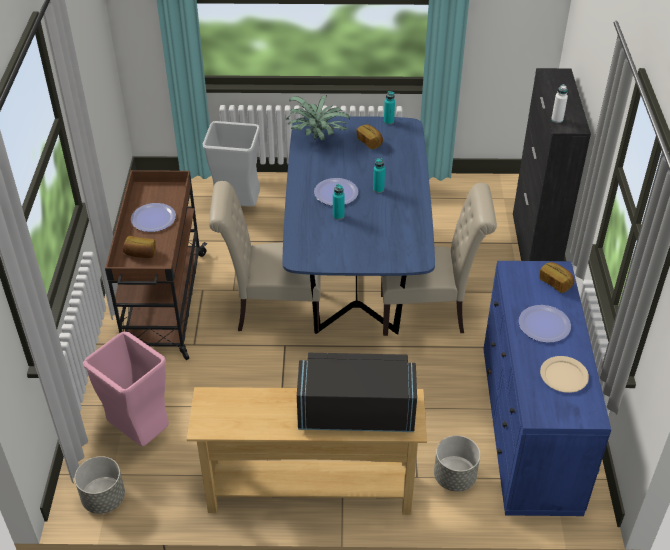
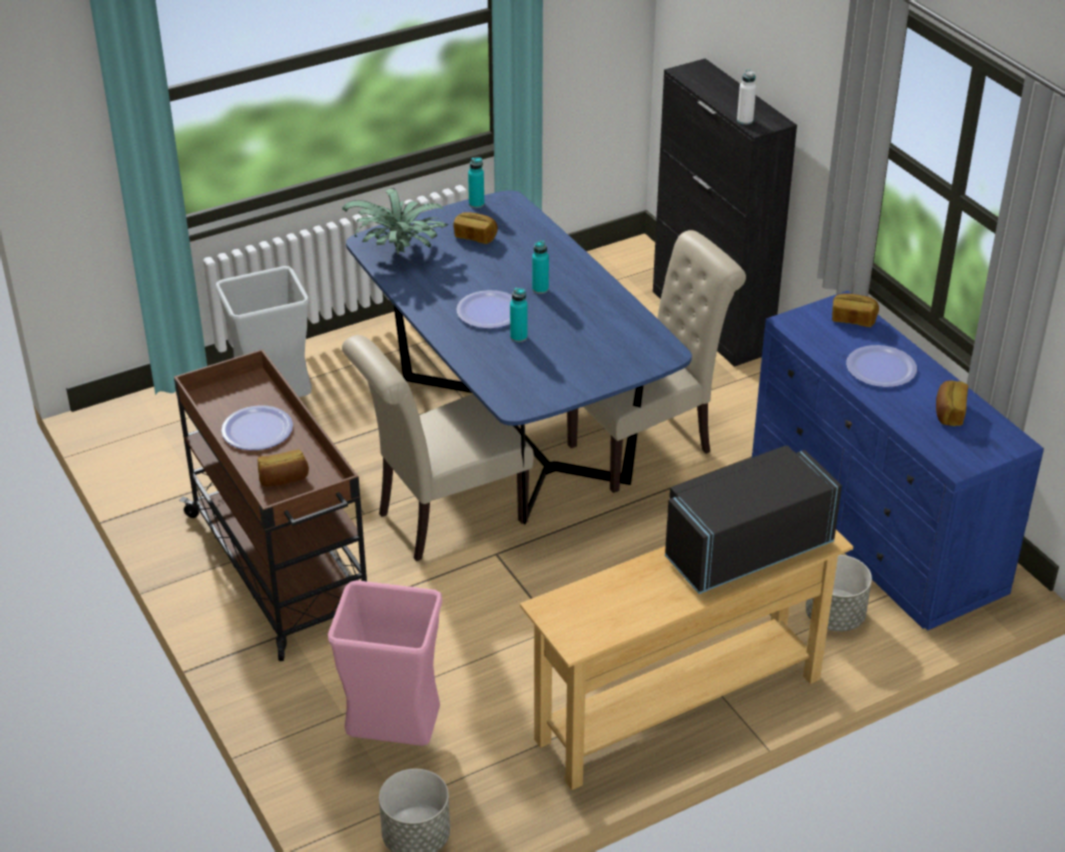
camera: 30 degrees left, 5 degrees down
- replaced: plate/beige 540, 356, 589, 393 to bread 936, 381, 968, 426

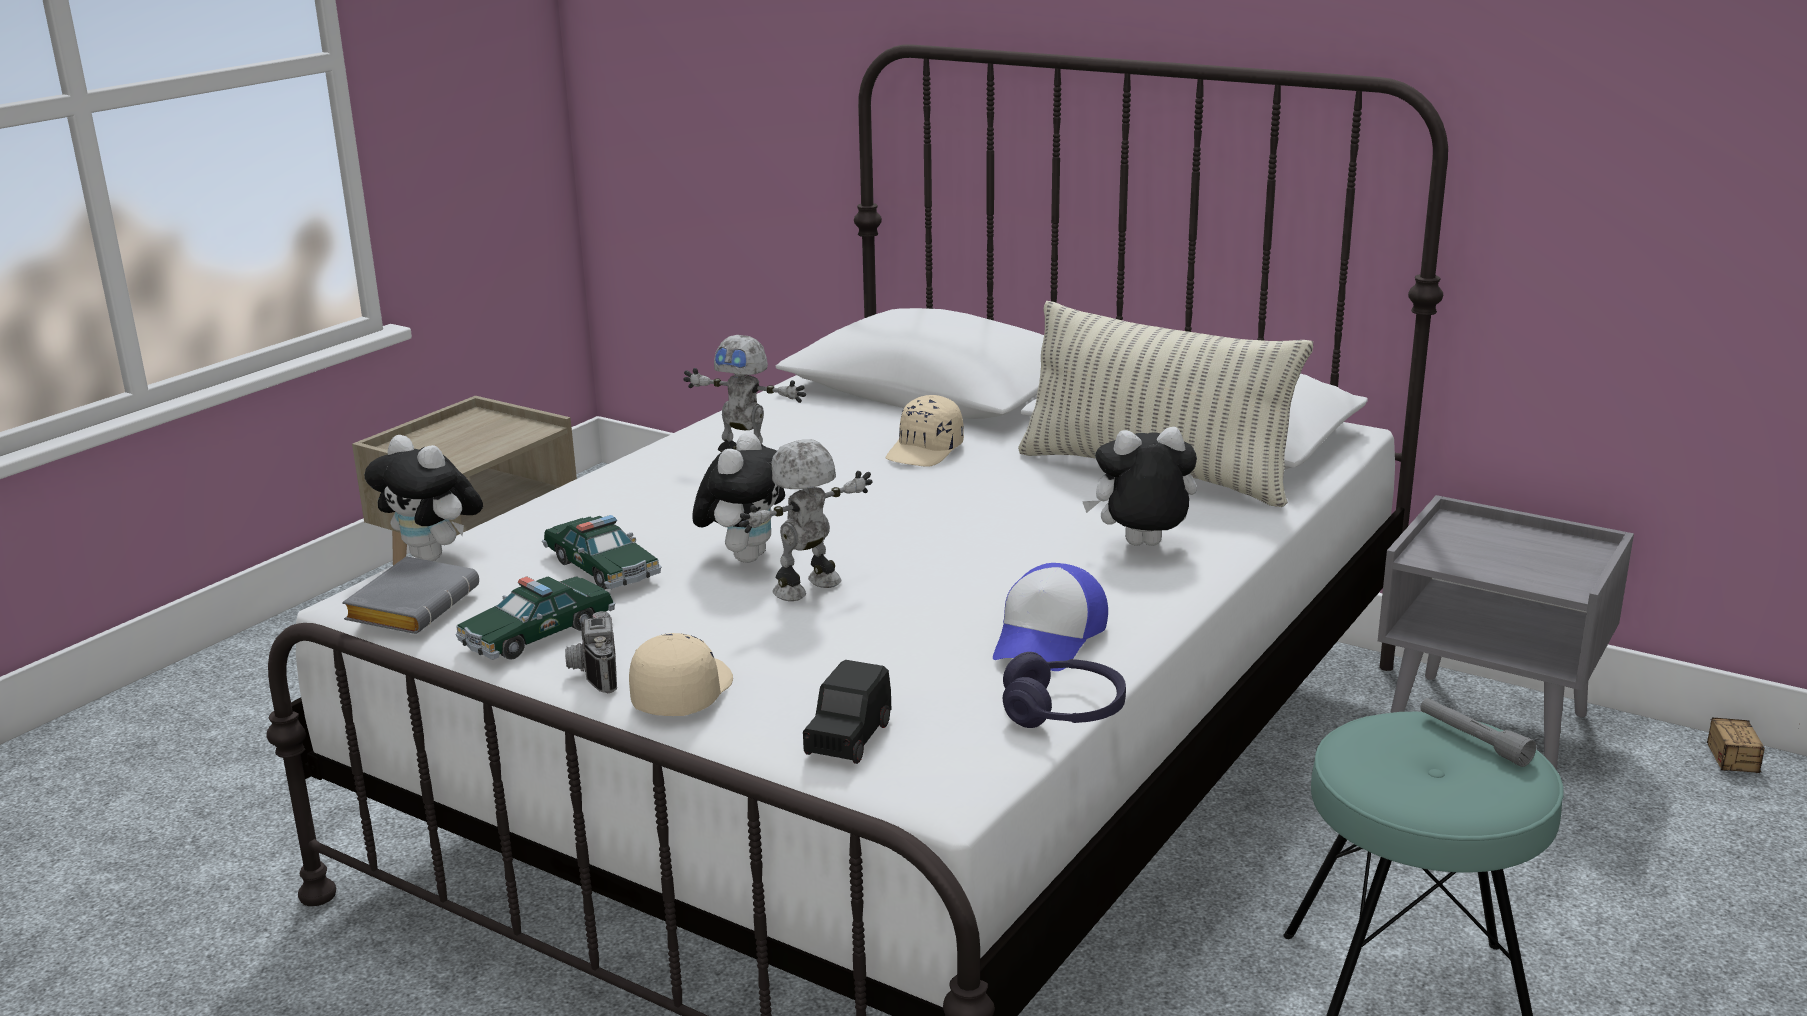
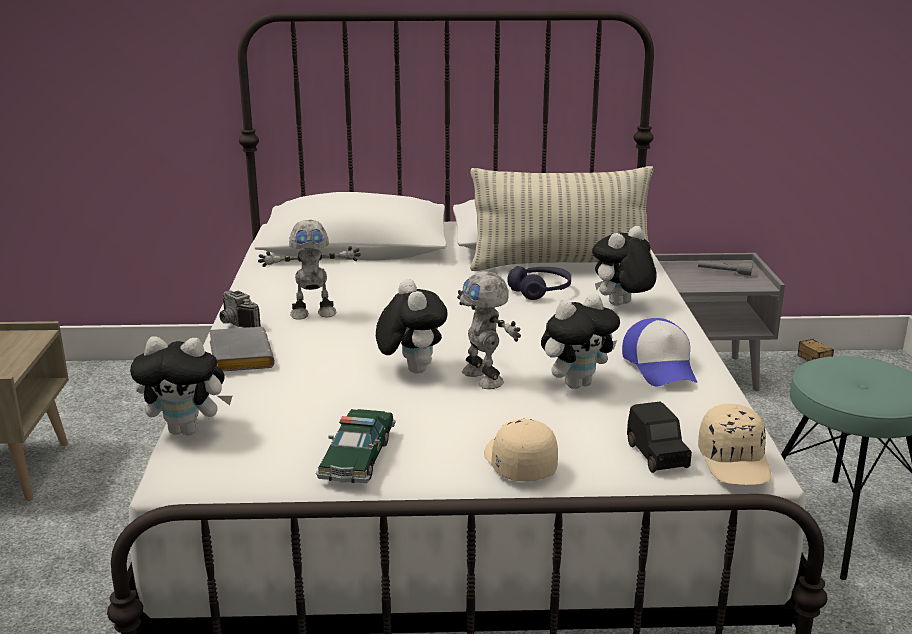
camera: 35 degrees left, 0 degrees up
- moved: book/grey 342, 556, 479, 634 to 209, 327, 275, 372
- moved: photo camera 565, 611, 617, 694 to 219, 291, 261, 328
- turned: toy robot 739, 439, 872, 601 = 457, 271, 521, 389 45 degrees counterclockwise
- moved: headphones/purple 1003, 652, 1126, 728 to 507, 266, 571, 300
- added: plush toy 541, 294, 620, 389
- moved: flashlight/grey 1420, 698, 1536, 767 to 698, 261, 753, 276
- moved: cap/beige 885, 395, 964, 467 to 698, 404, 772, 485
- removed: toy car 542, 515, 662, 590

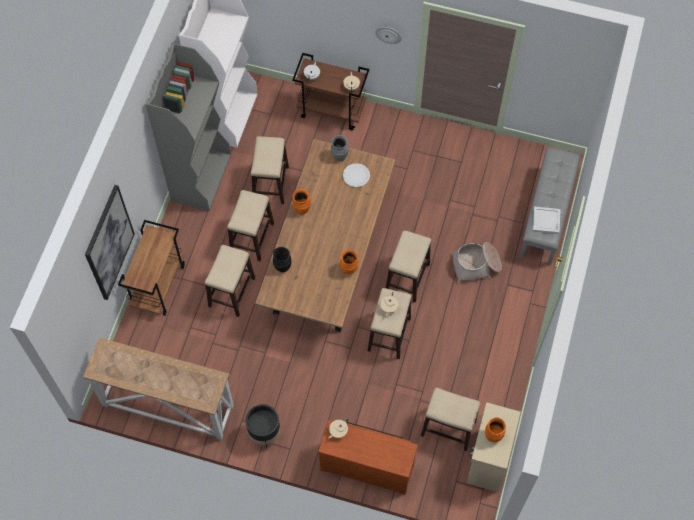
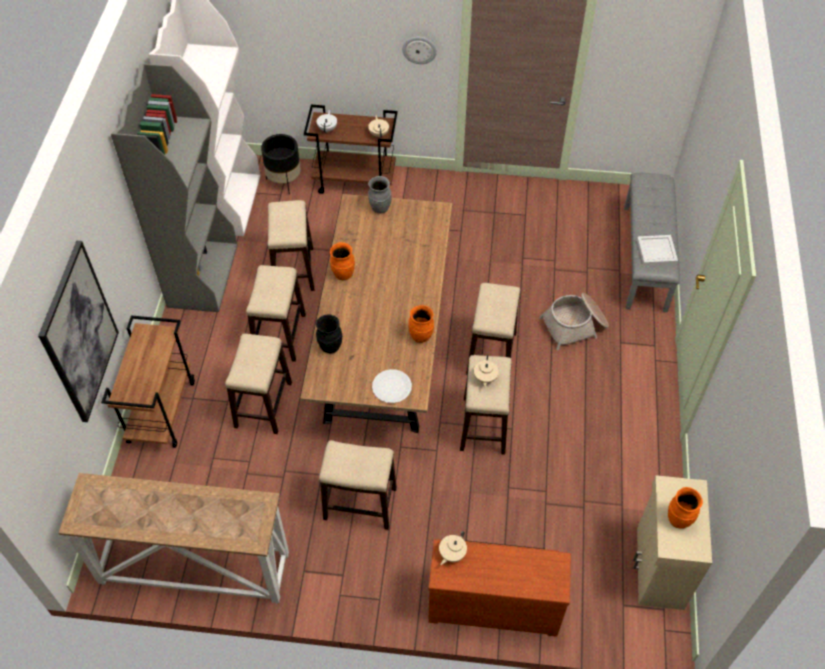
camera: 10 degrees left, 10 degrees down
- moved: planter/black 246, 404, 280, 448 to 261, 134, 301, 194
- moved: stool 421, 387, 481, 451 to 319, 440, 397, 530
- moved: plate/white 343, 163, 370, 187 to 372, 369, 412, 403

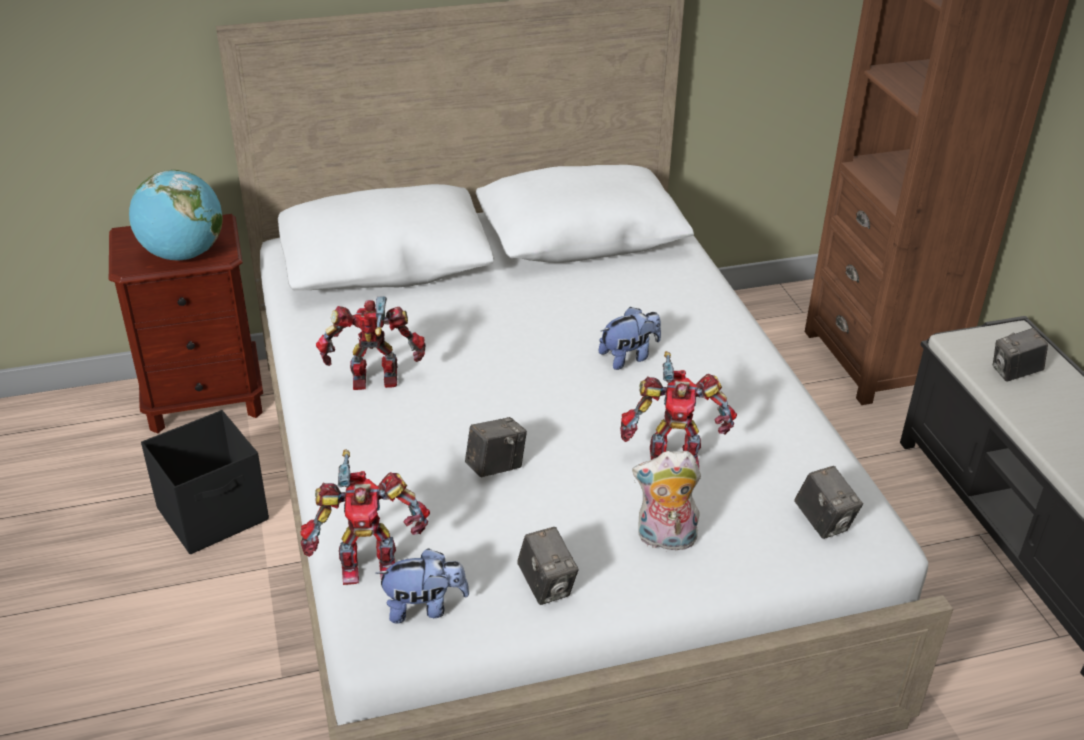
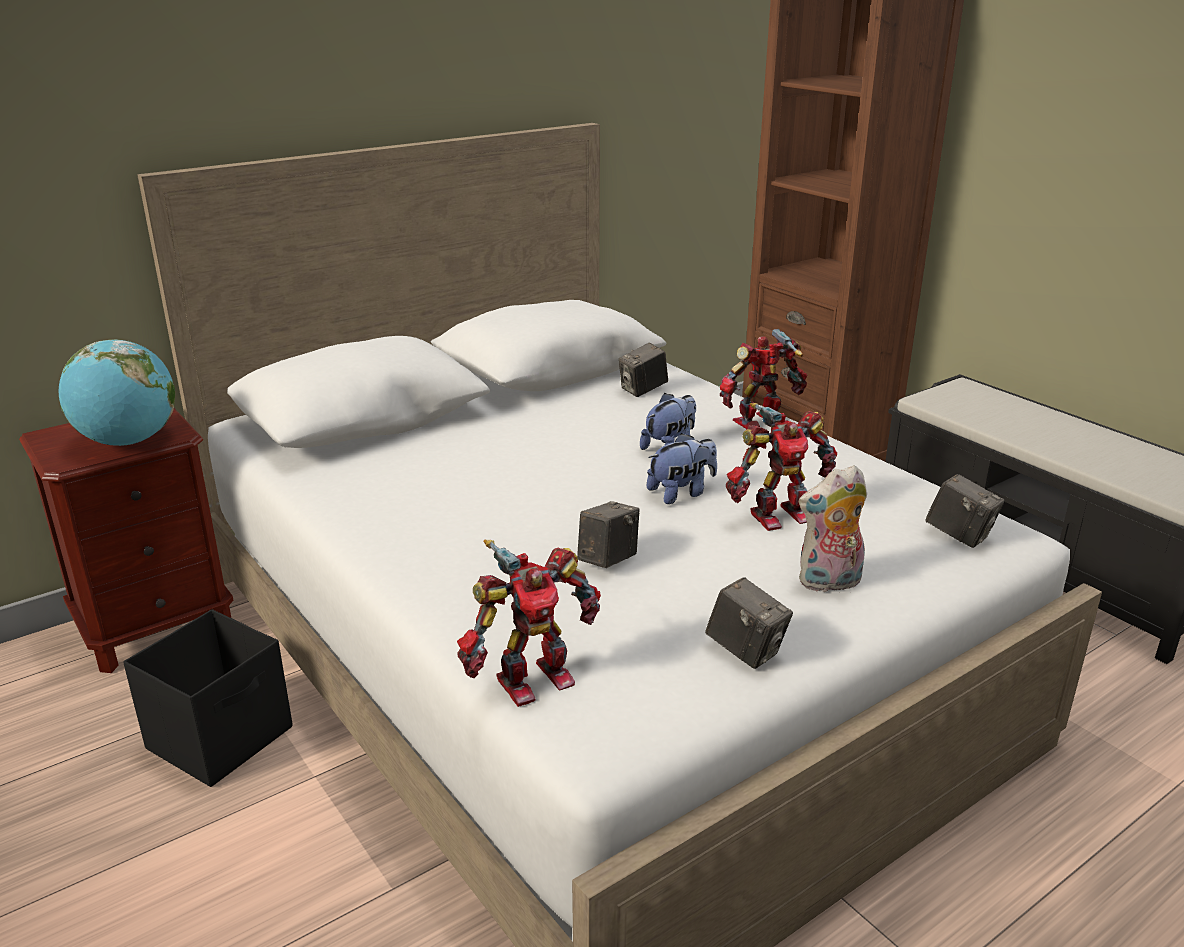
camera: 20 degrees left, 10 degrees down
- moved: photo camera 993, 328, 1048, 382 to 618, 343, 668, 397
- moved: plush toy 375, 548, 469, 624 to 647, 433, 717, 504
- moved: toy robot 316, 296, 426, 390 to 720, 329, 808, 429

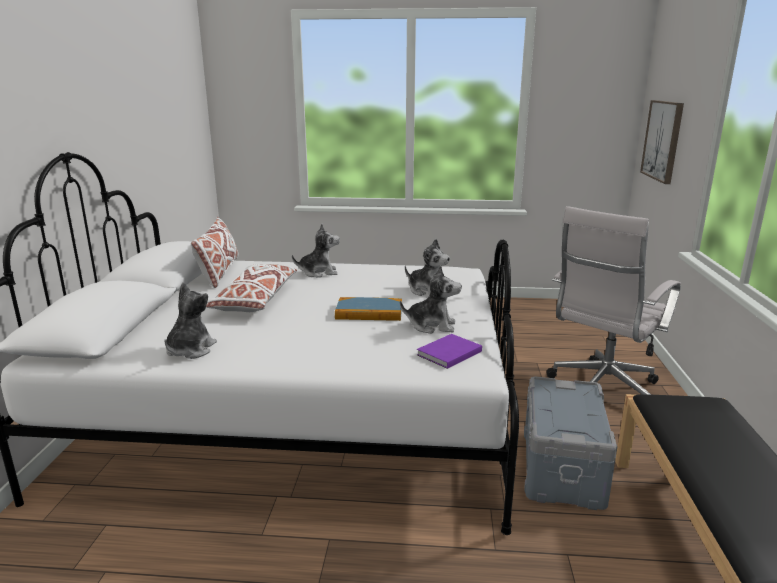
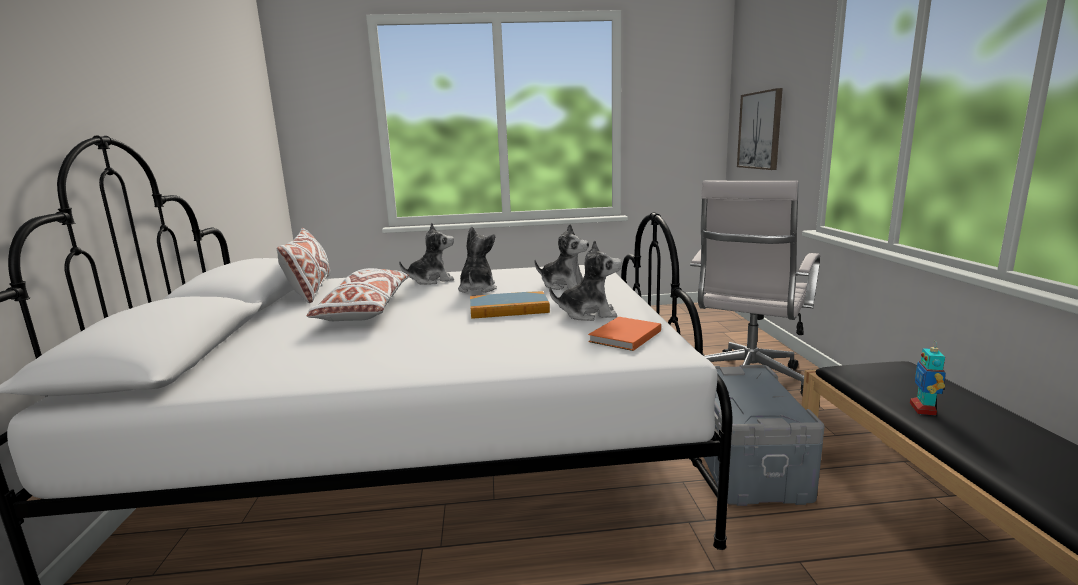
camera: 10 degrees left, 5 degrees down
- moved: plush toy 165, 282, 217, 359 to 458, 227, 497, 293
- recoloured: book/purple 417, 334, 482, 369 to book/orange 588, 317, 661, 351
- added: toy robot 910, 340, 946, 416

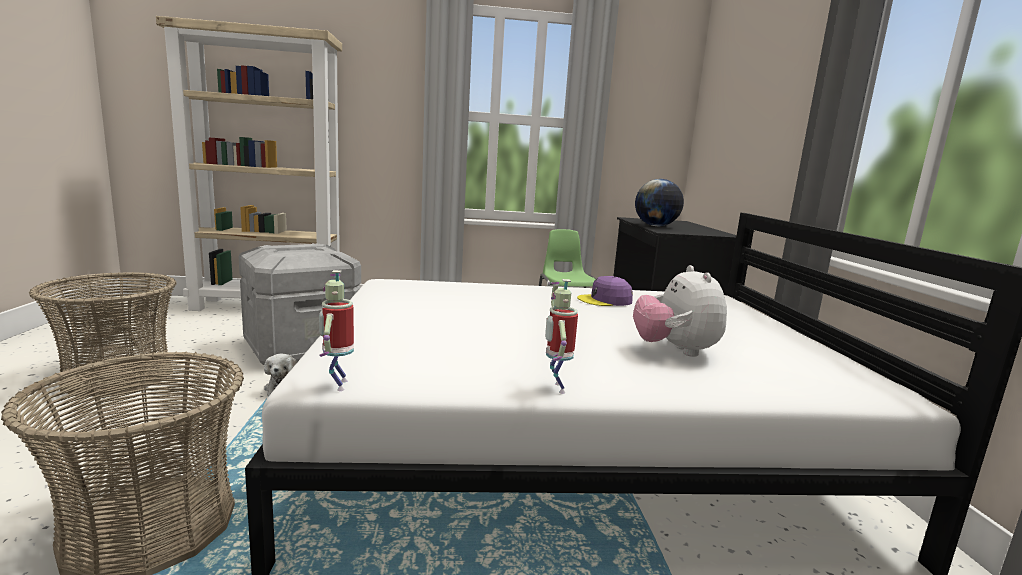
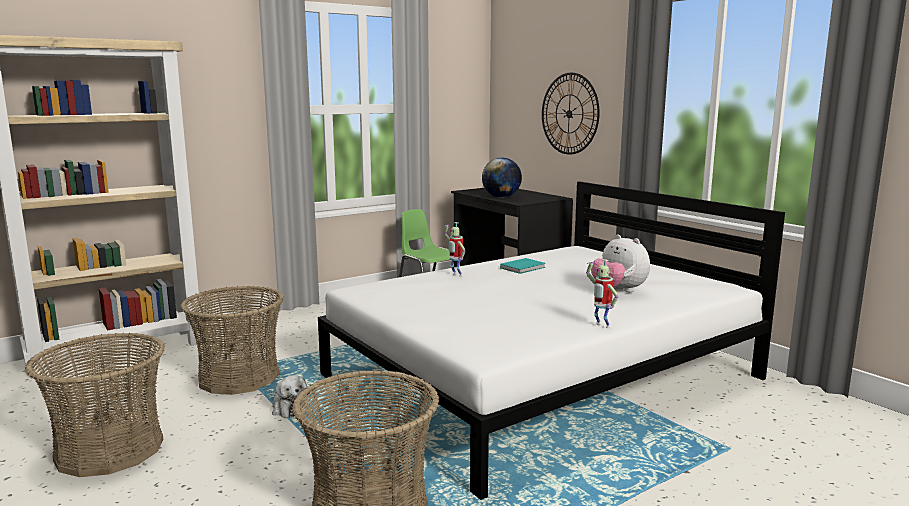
camera: 30 degrees left, 0 degrees up
- replaced: storage box/grey 239, 243, 361, 365 to basket 180, 286, 284, 395
- moved: toy robot 319, 270, 354, 391 to 444, 222, 465, 277
- replaced: cap/purple 577, 276, 633, 306 to book/turquoise 500, 258, 546, 274
- added: wall clock 542, 73, 600, 155

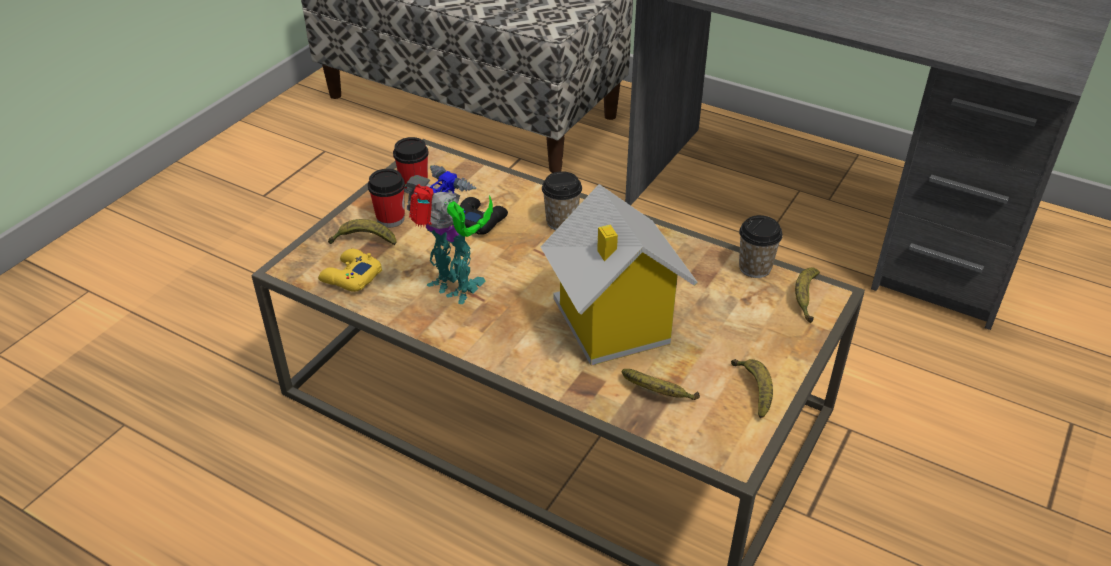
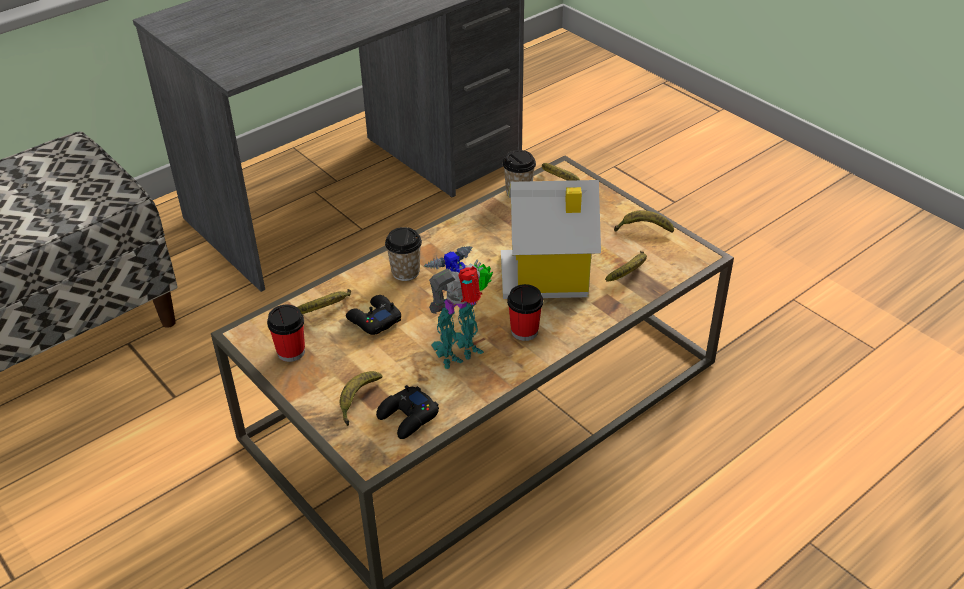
camera: 70 degrees left, 0 degrees up
- added: banana 297, 289, 351, 314
- recoloured: game controller/yellow 318, 249, 382, 292 to game controller/black 376, 385, 439, 439
- moved: cup 368, 169, 405, 228 to 507, 284, 543, 341

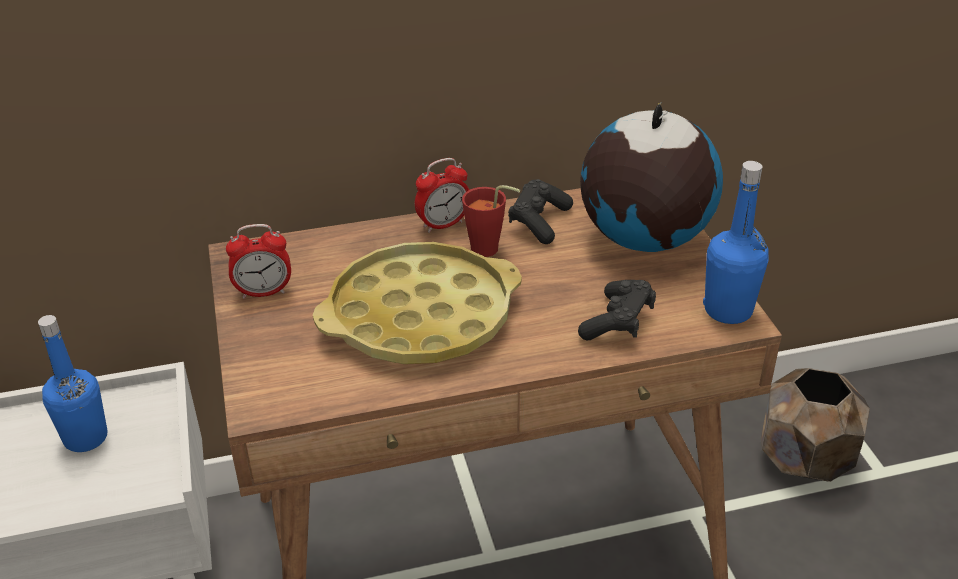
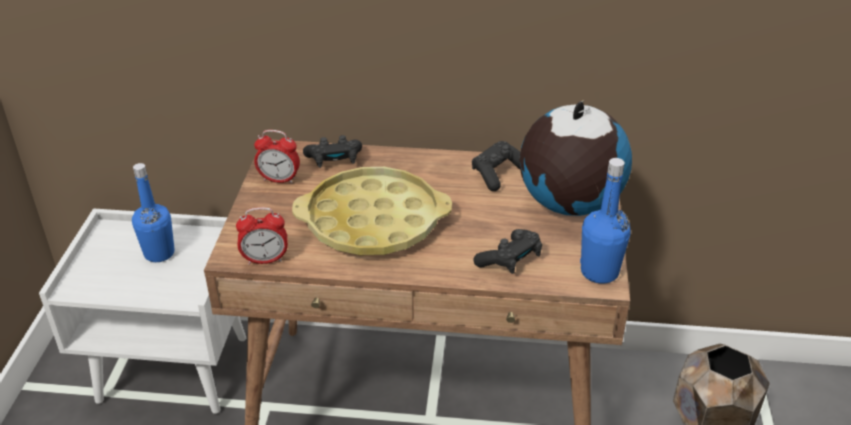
camera: 20 degrees right, 0 degrees up
- moved: alarm clock 415, 158, 469, 233 to 236, 207, 288, 265
- added: game controller/black 303, 135, 362, 168
- removed: cup/red 462, 185, 520, 257

